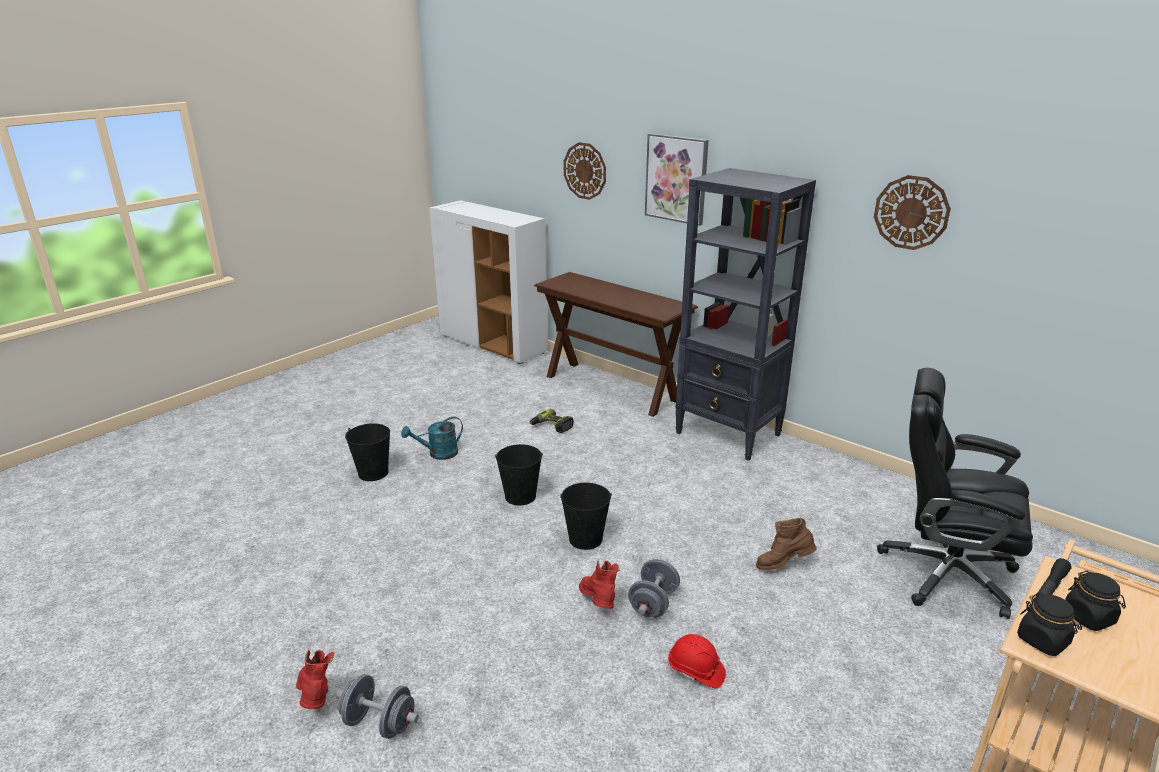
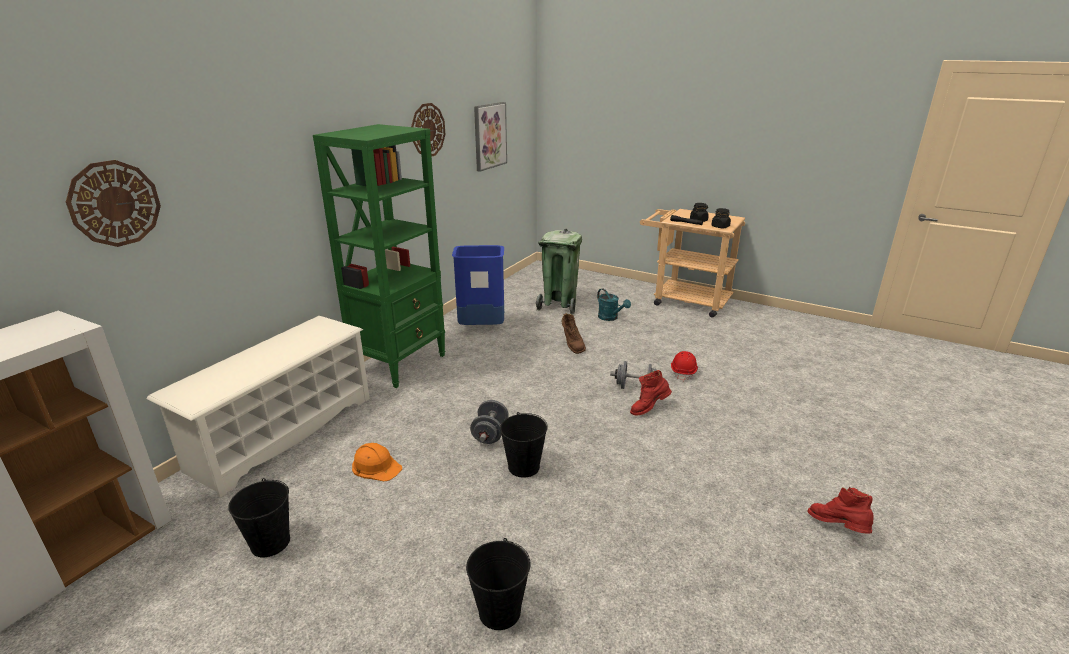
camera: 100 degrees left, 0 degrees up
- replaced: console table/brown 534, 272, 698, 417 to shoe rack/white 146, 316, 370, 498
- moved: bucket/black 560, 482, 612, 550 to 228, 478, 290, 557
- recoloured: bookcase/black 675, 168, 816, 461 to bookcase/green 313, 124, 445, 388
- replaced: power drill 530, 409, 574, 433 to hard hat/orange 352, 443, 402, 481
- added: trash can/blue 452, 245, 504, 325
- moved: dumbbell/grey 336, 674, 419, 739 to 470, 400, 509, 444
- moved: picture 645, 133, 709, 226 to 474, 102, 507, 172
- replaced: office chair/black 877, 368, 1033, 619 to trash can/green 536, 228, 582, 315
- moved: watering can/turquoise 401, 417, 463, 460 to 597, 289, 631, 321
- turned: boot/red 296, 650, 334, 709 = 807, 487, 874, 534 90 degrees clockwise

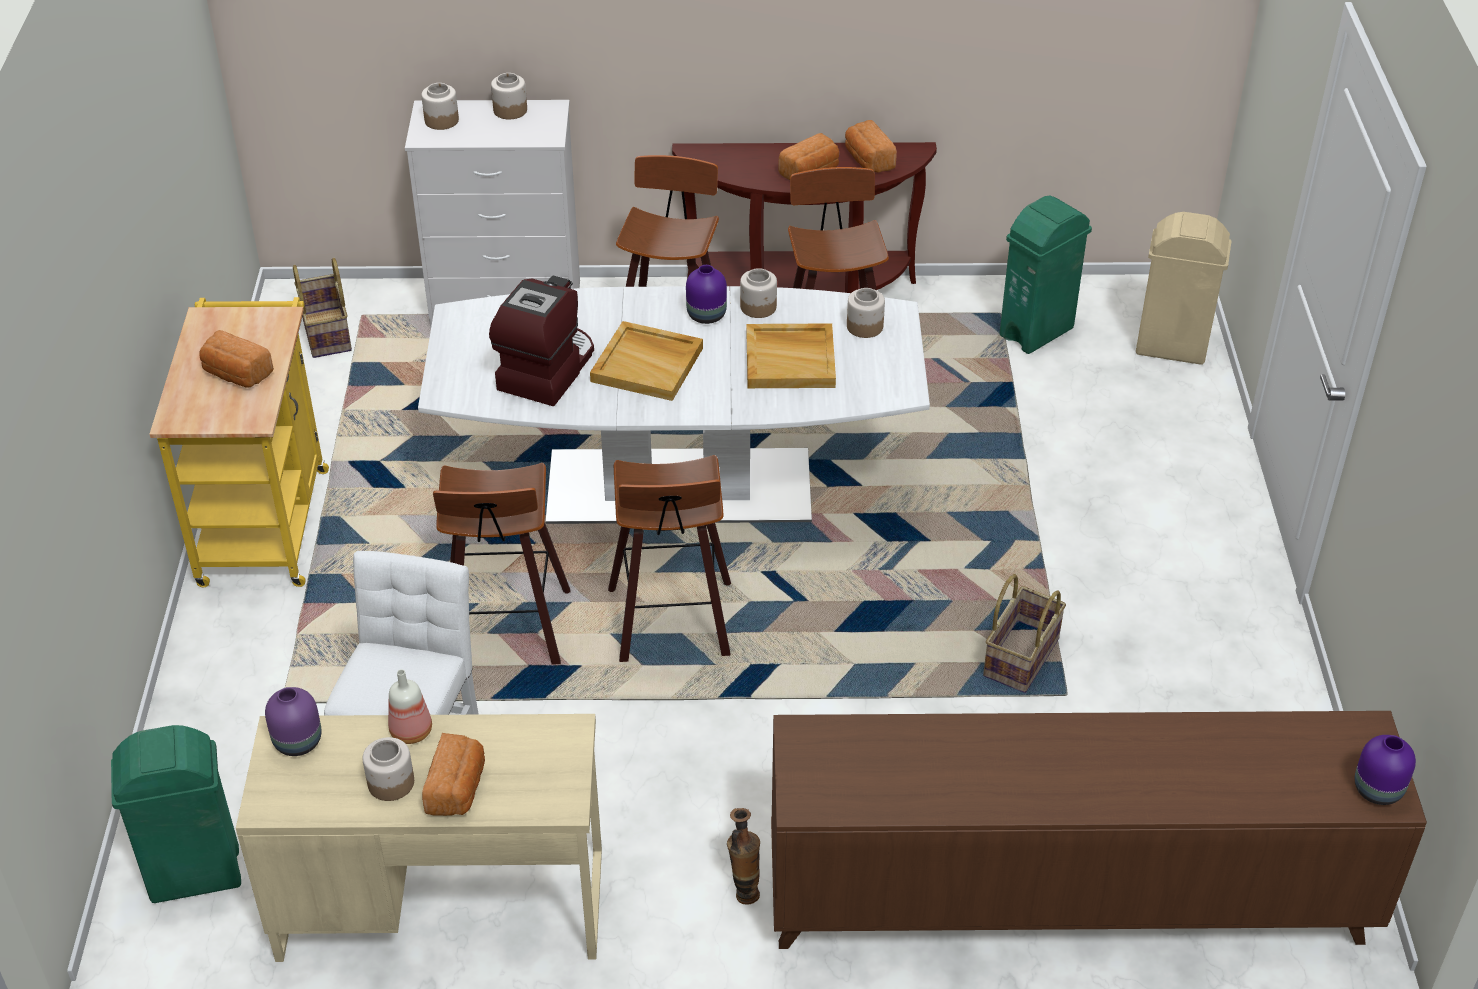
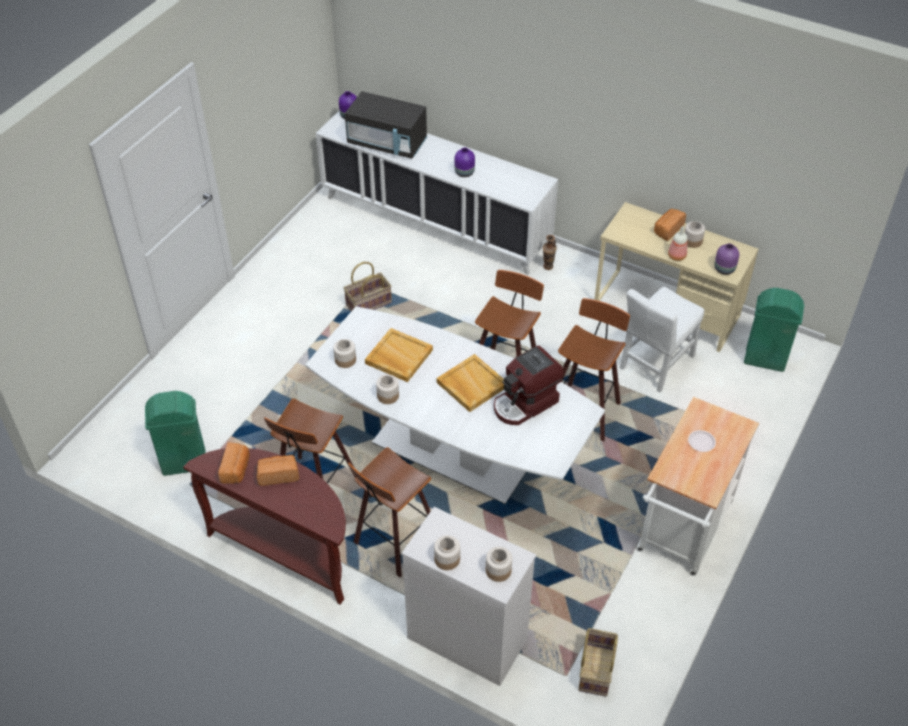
camera: 150 degrees left, 5 degrees up
- recoloured: cabinet/brown 771, 711, 1427, 949 to cabinet/white 316, 111, 558, 275
- added: microwave/black 345, 91, 427, 159
- moved: vase/purple 686, 265, 727, 324 to 454, 148, 475, 177
- recoloured: cart/yellow 149, 297, 329, 587 to cart/white 636, 397, 759, 576
- replaced: bread 199, 330, 274, 388 to plate/white 688, 430, 716, 452
- removed: trash can/beige 1136, 212, 1231, 365

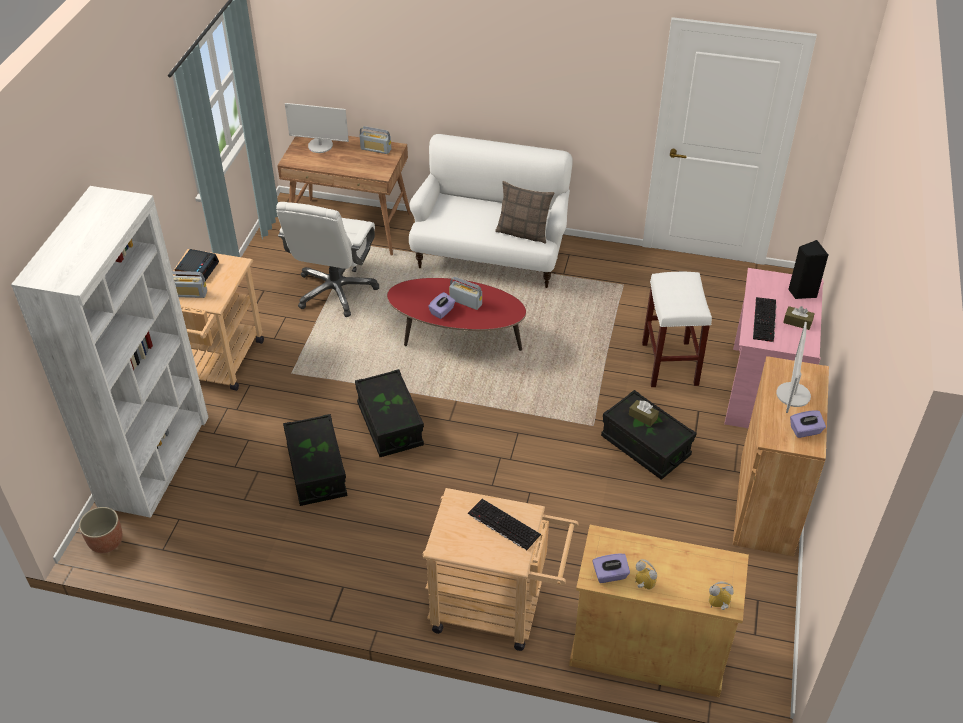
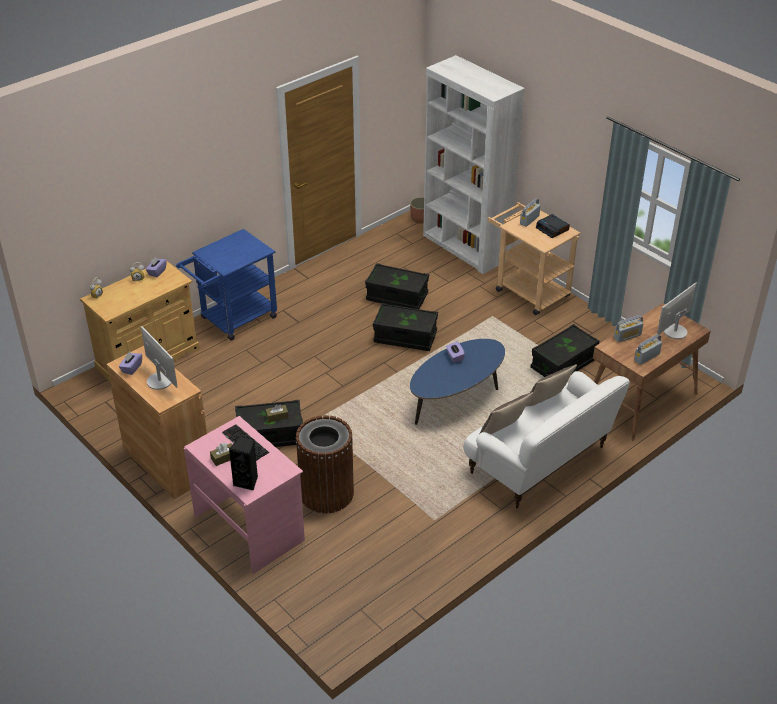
camera: 125 degrees right, 5 degrees down
- recoloured: cart/beige 422, 488, 579, 651 to cart/blue 176, 229, 277, 341
- replaced: stool/white 642, 272, 712, 387 to trash can/brown 296, 415, 354, 513
- recoloured: coffee table/red 387, 278, 526, 351 to coffee table/blue 410, 339, 505, 425
- added: pillow 525, 364, 577, 407
- replaced: office chair/white 276, 202, 379, 317 to storage box/black 531, 324, 599, 377
- moved: radio 449, 277, 482, 310 to 614, 315, 643, 342
- removed: keyboard 468, 499, 541, 550

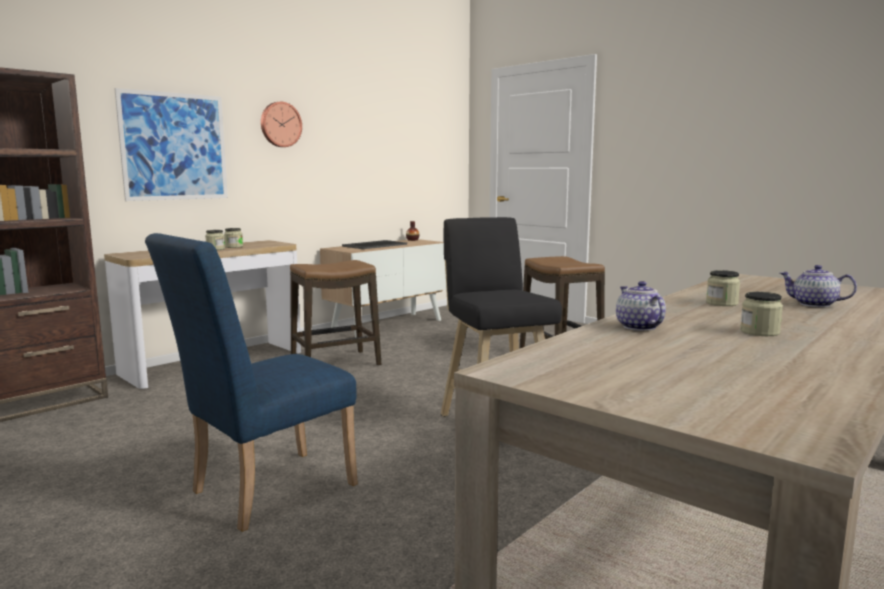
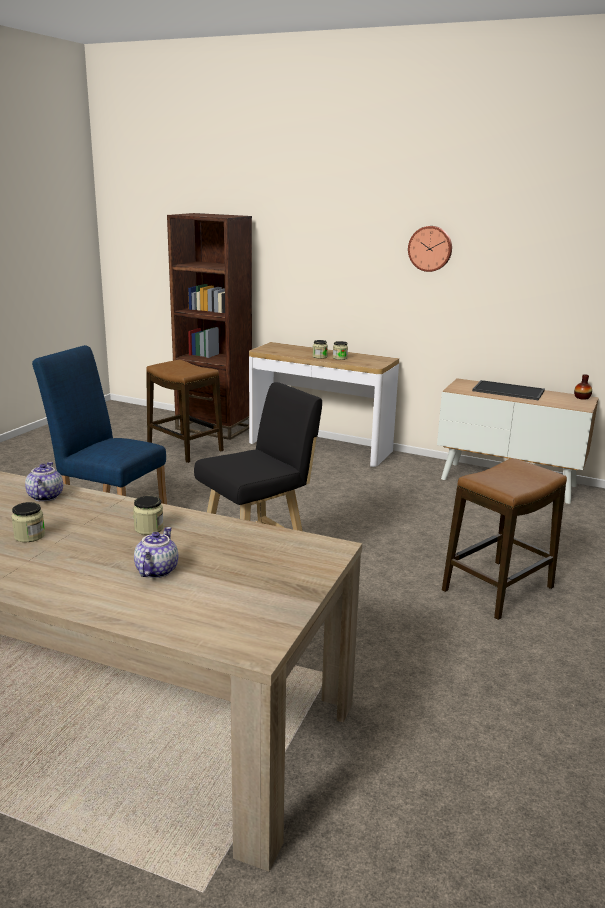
camera: 70 degrees right, 10 degrees up
- turned: teapot 616, 281, 666, 331 = 25, 462, 63, 502 60 degrees counterclockwise
- moved: stool 290, 260, 381, 366 to 146, 360, 224, 463
- removed: picture 114, 88, 228, 201

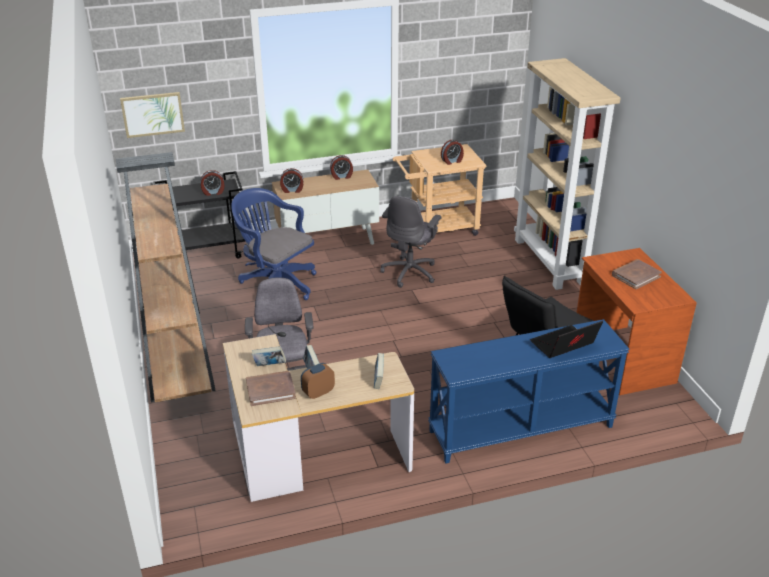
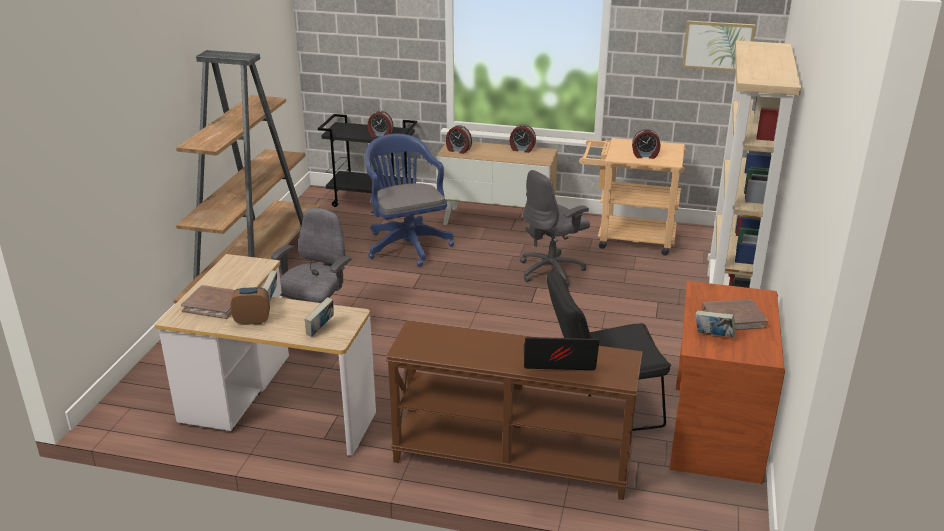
camera: 30 degrees right, 5 degrees down
- recoloured: console table/blue 428, 319, 630, 464 to console table/brown 386, 321, 642, 500
- moved: picture 120, 92, 185, 138 to 682, 21, 756, 71
- moved: book 252, 346, 286, 366 to 695, 310, 736, 337

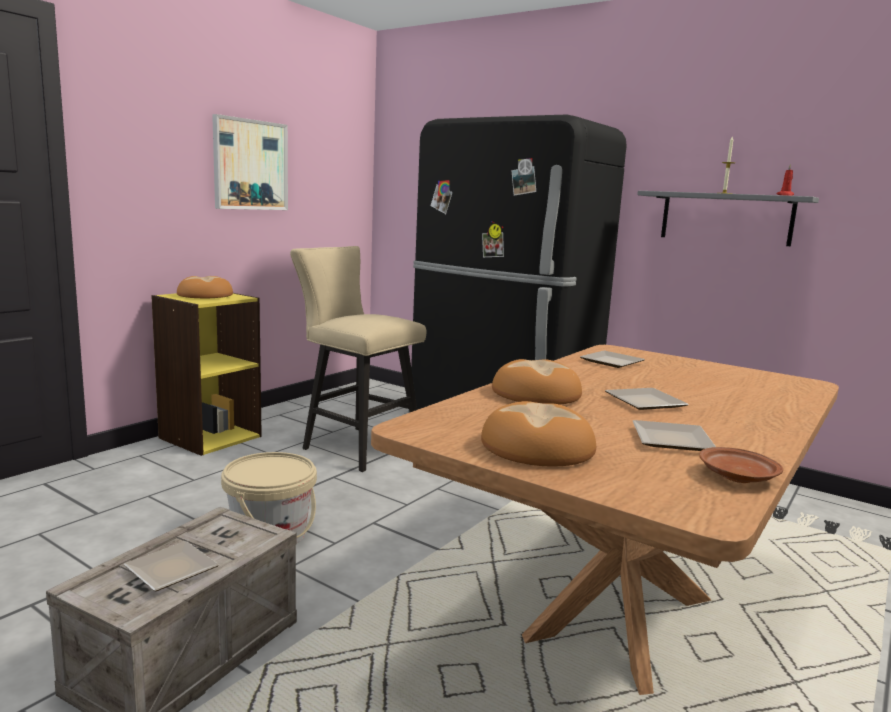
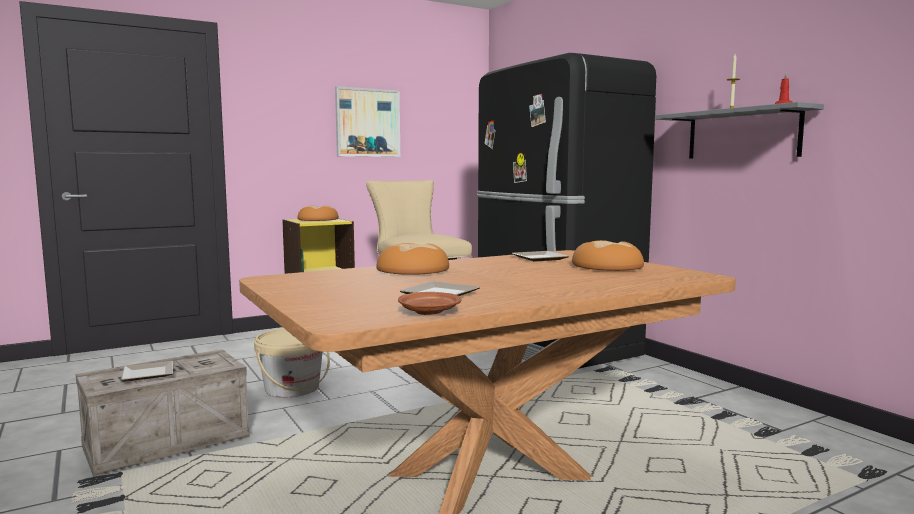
camera: 25 degrees right, 5 degrees down
- moved: bread 481, 401, 596, 466 to 572, 240, 644, 271
- removed: plate 605, 388, 689, 410

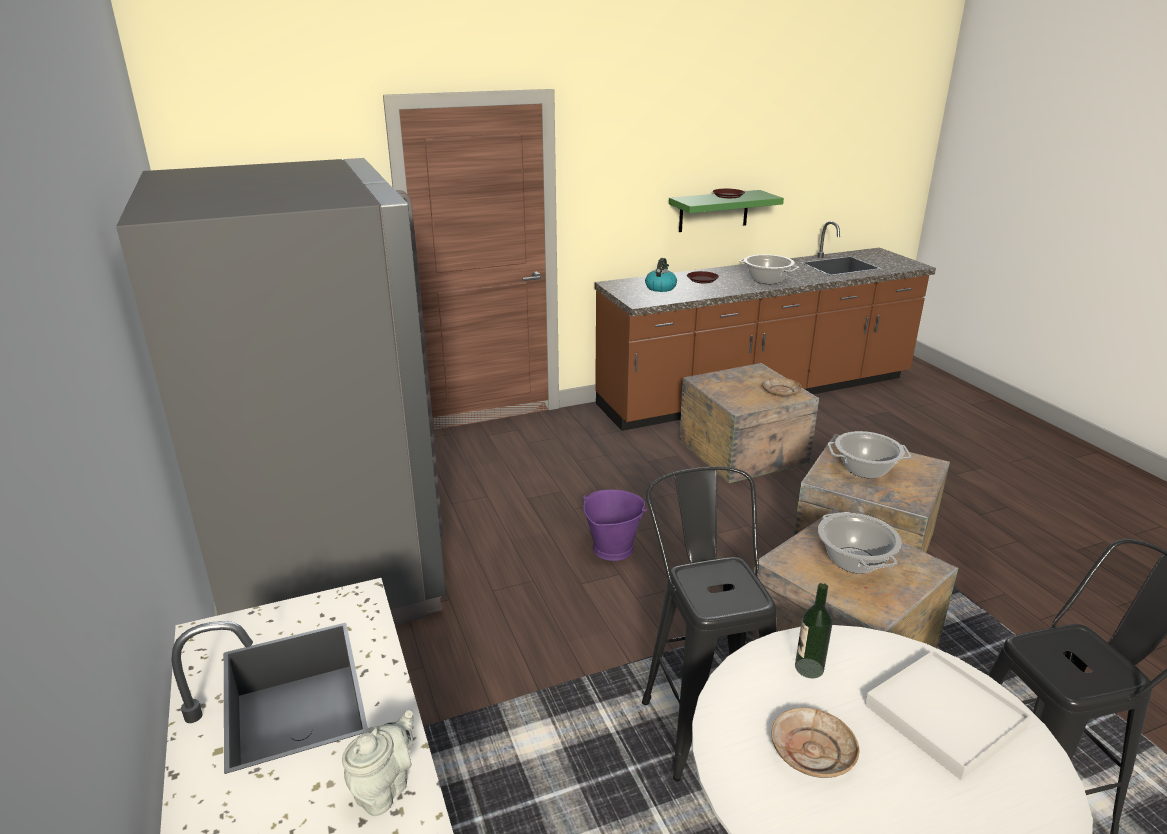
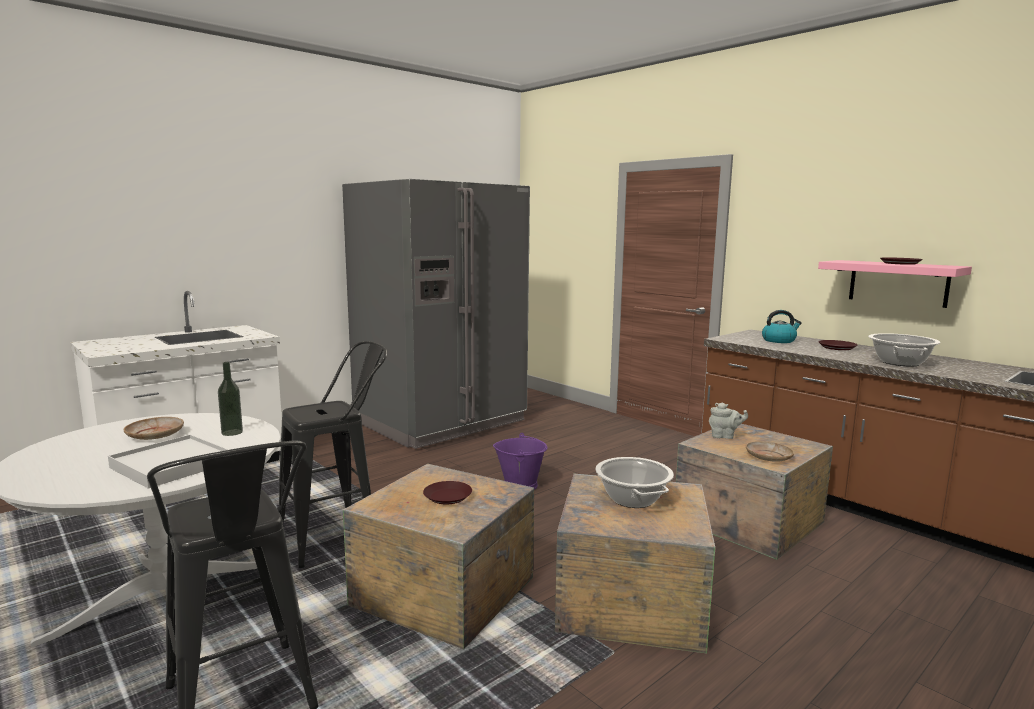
camera: 70 degrees right, 15 degrees down
- replaced: cooking pot 818, 512, 902, 574 to plate/brown 423, 481, 472, 504
- moved: teapot/grey 342, 710, 414, 816 to 709, 403, 748, 439
- recoloured: shelf/green 669, 190, 784, 232 to shelf/pink 818, 260, 972, 308

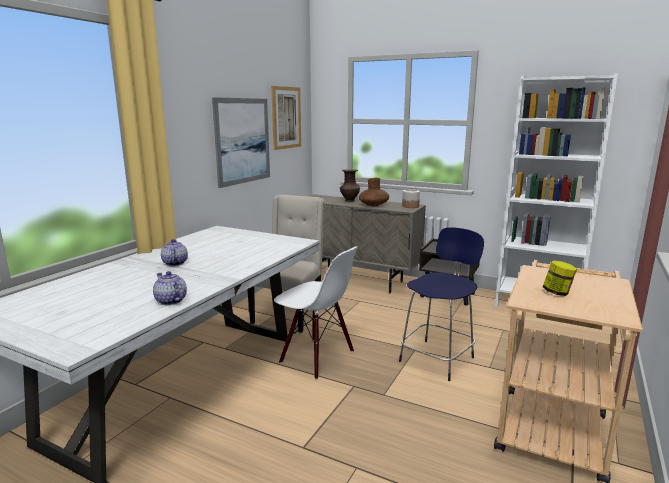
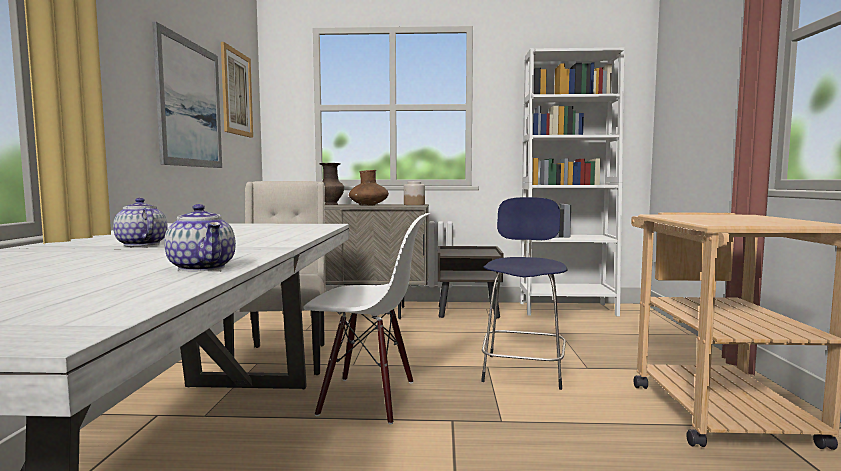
camera: 25 degrees left, 10 degrees down
- turned: teapot 153, 271, 187, 305 = 164, 204, 236, 271 150 degrees counterclockwise
- removed: jar 543, 260, 577, 296

